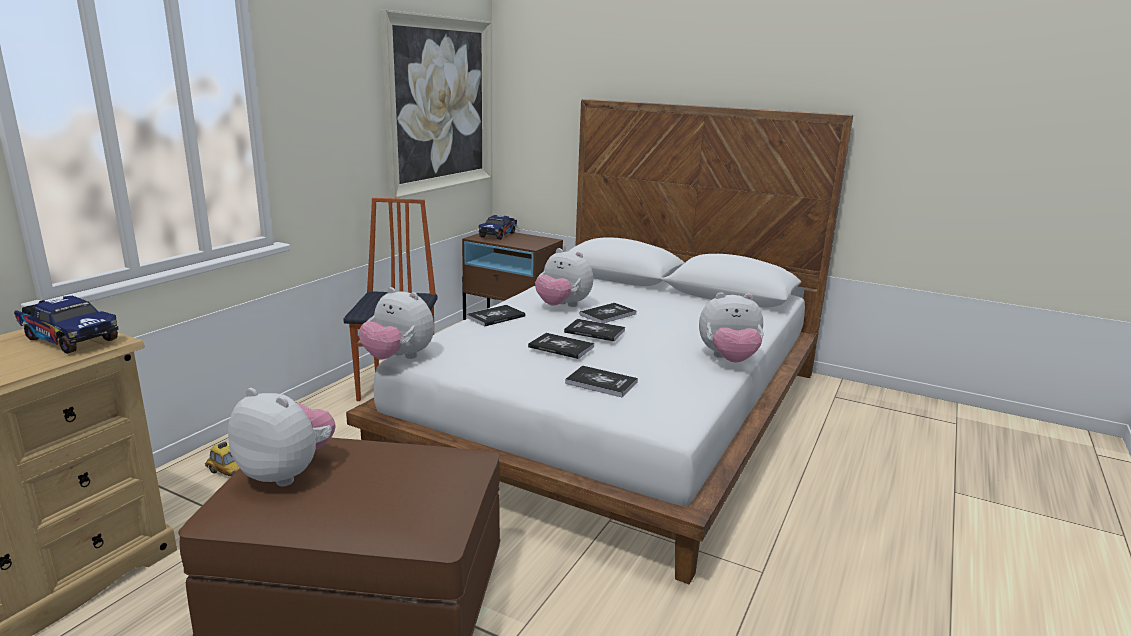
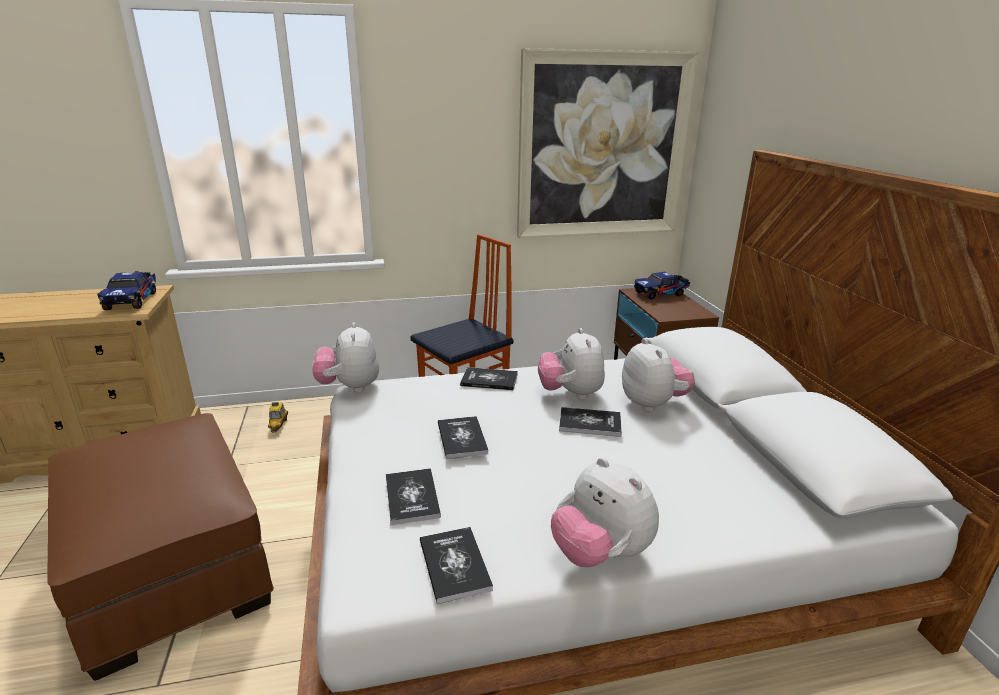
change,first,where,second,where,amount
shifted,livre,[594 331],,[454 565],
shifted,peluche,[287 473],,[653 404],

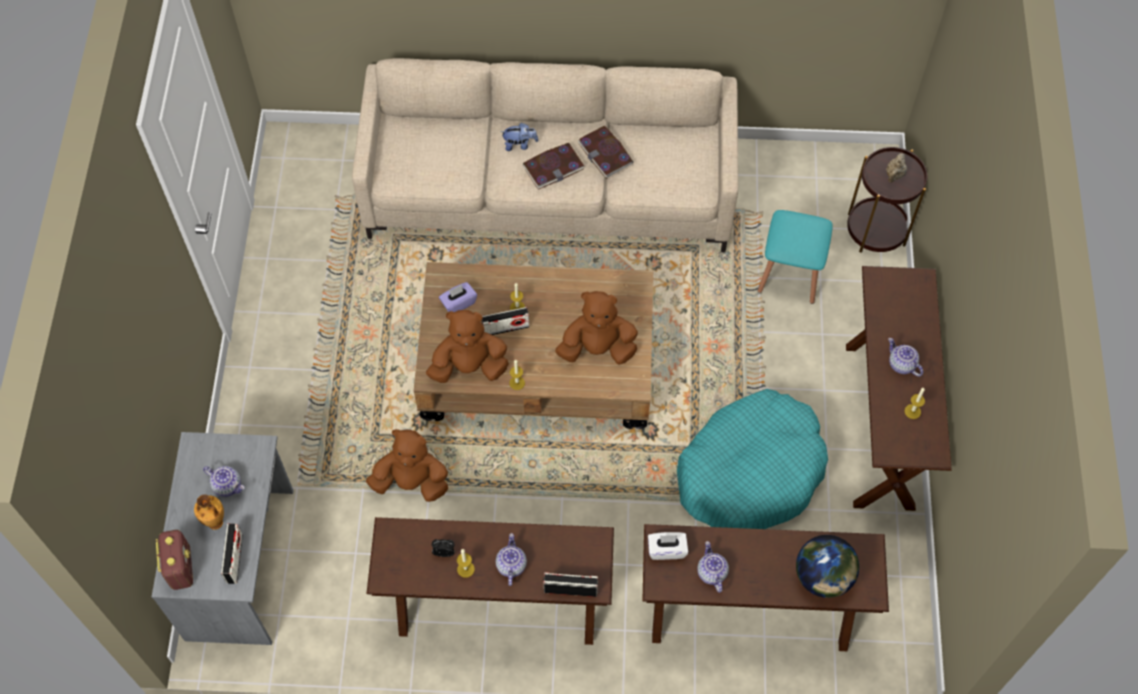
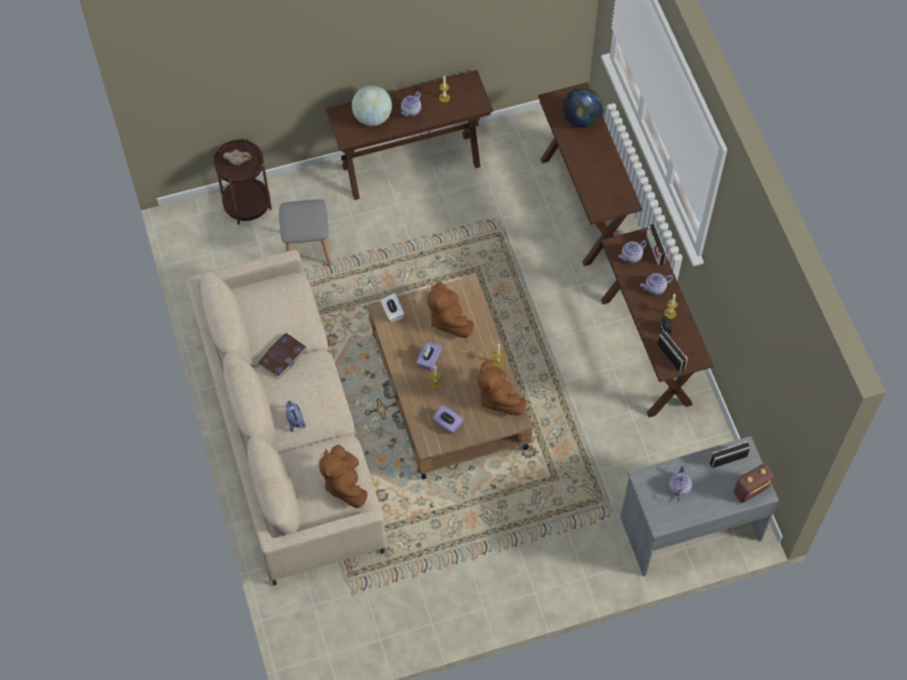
change,first,where,second,where,amount
repainted,tabouret [turquoise],[790 274],tabouret [gris],[307 248],
shifted,peluche [marron],[412 482],,[344 484],
new,,,globe,[372 117],
shifted,boîte à mouchoirs [blanc],[666 550],,[392 312],
new,,,boîte à mouchoirs [violet],[429 360],
shifted,théière,[711 572],,[631 256],
shifted,radio,[505 328],,[671 356],
gone,vase,[216 523],,,
gone,livre,[553 167],,,
gone,panier pour chien [turquoise],[750 471],,,

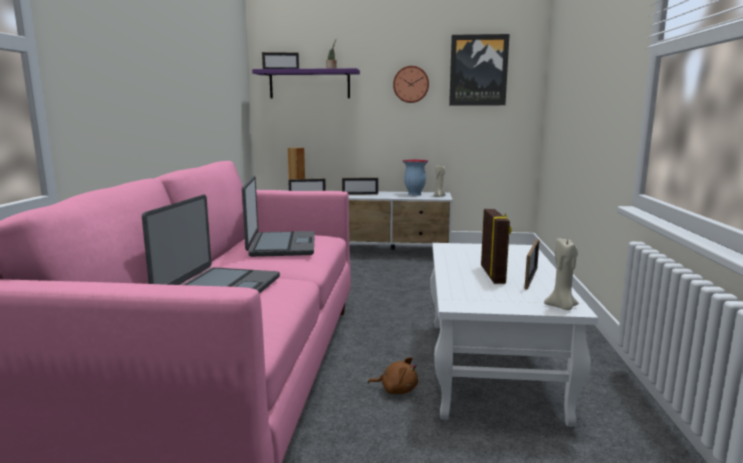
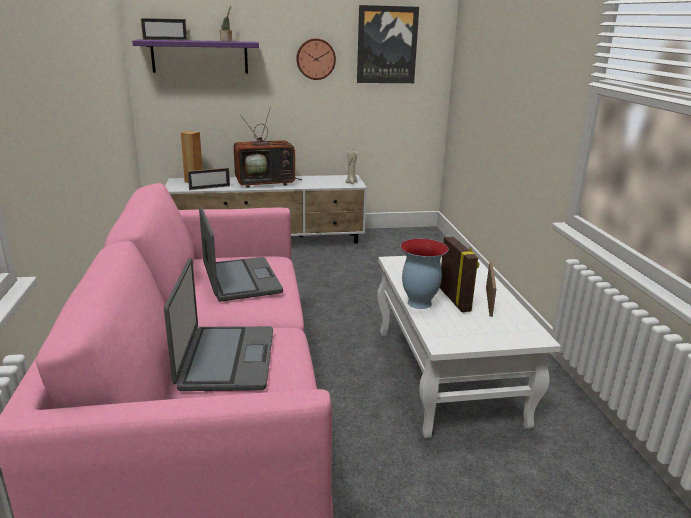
change,first,where,second,where,amount
swapped,cadre photo,[360 194],téléviseur,[266 182],
shifted,vase,[414 194],,[419 303],
gone,peluche [marron],[396 389],,,
gone,bougie [beige],[561 307],,,

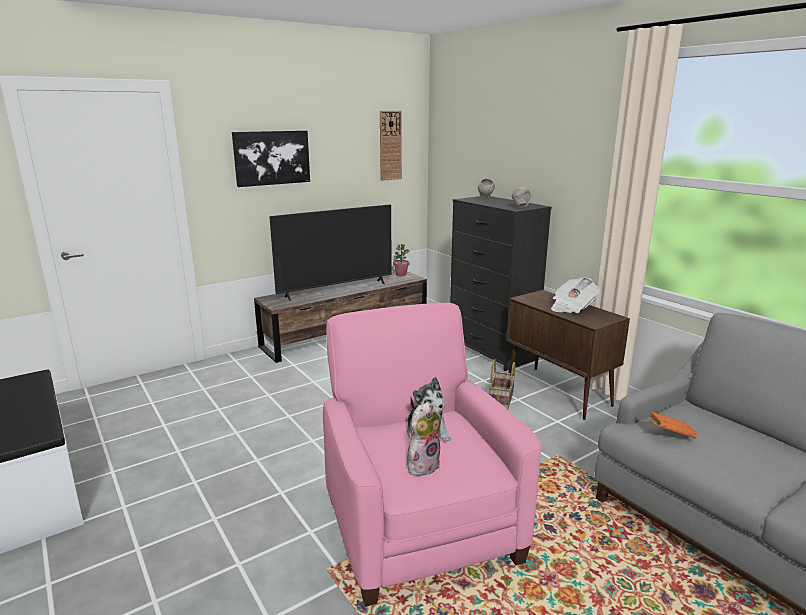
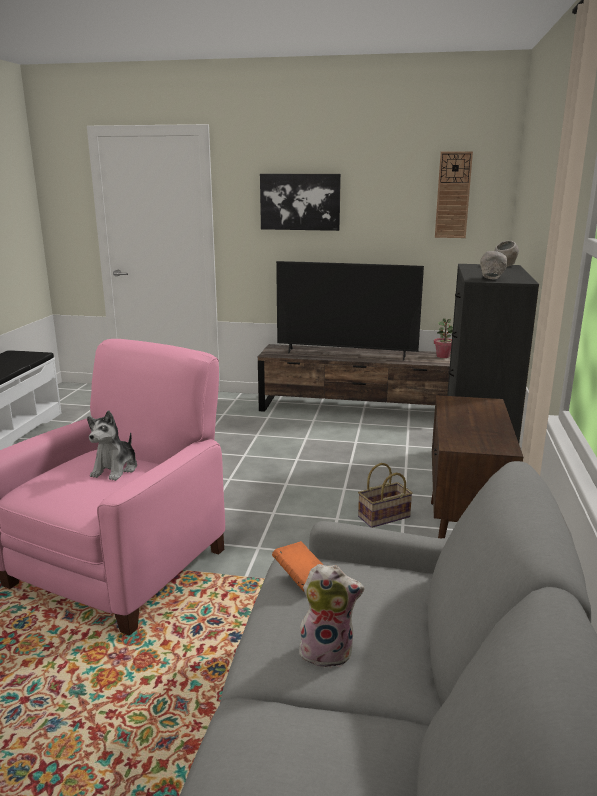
change,first,where,second,where,amount
shifted,peluche,[423 465],,[328 651],
gone,journal,[572 307],,,

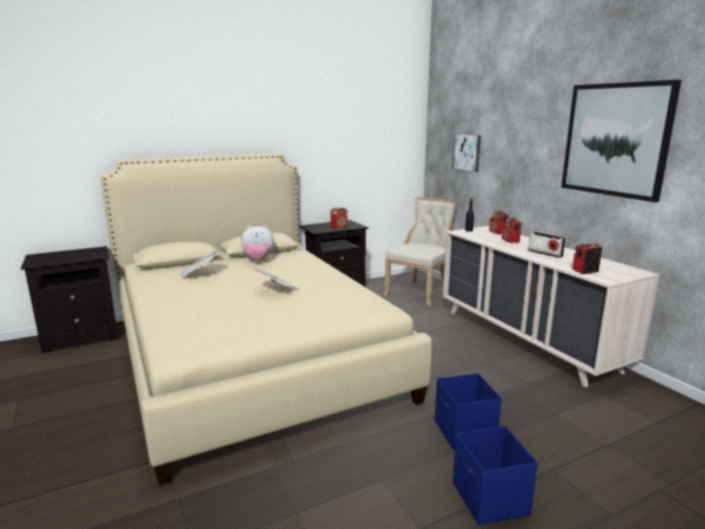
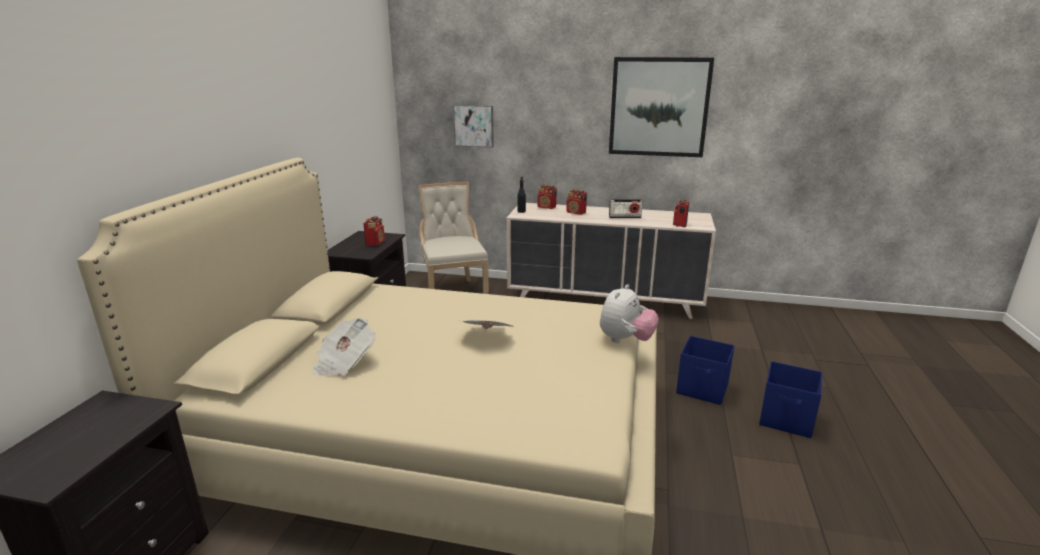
change,first,where,second,where,amount
shifted,peluche,[258 260],,[625 340],

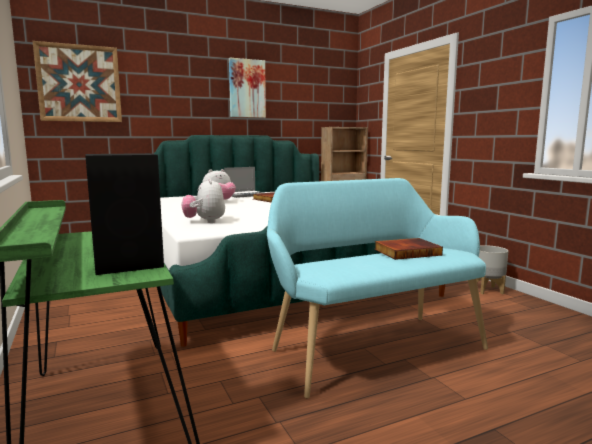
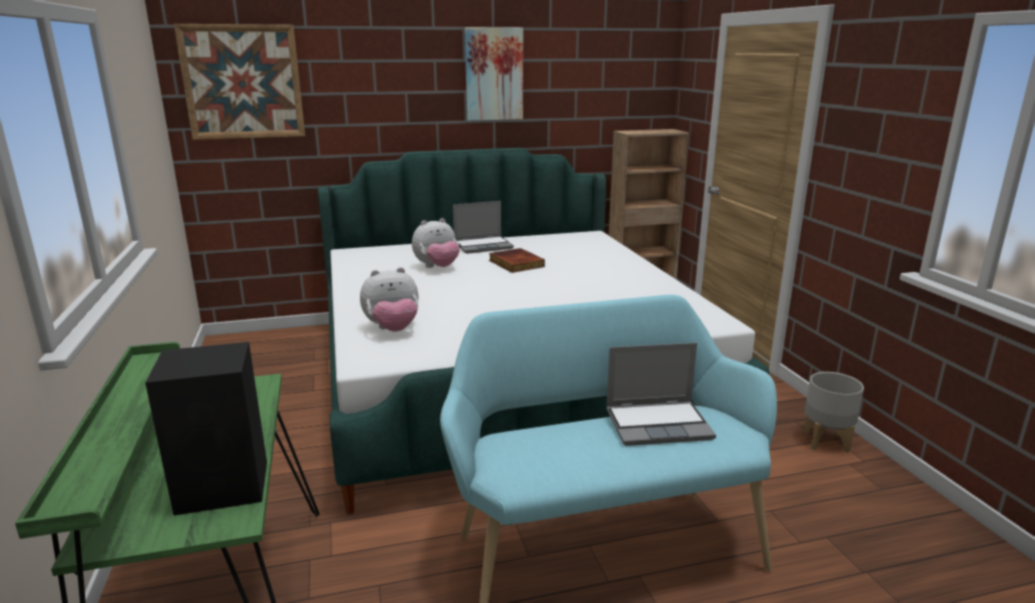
change,first,where,second,where,amount
rotated,peluche,[204 222],,[393 329],105 degrees counterclockwise
swapped,livre,[407 252],ordinateur portable,[659 424],

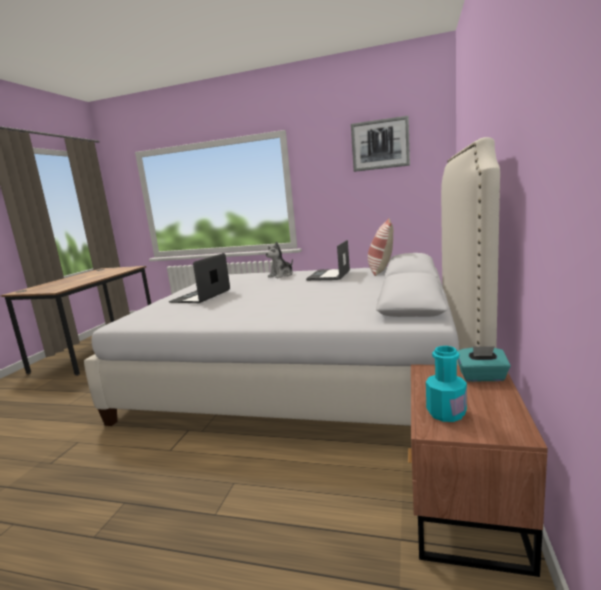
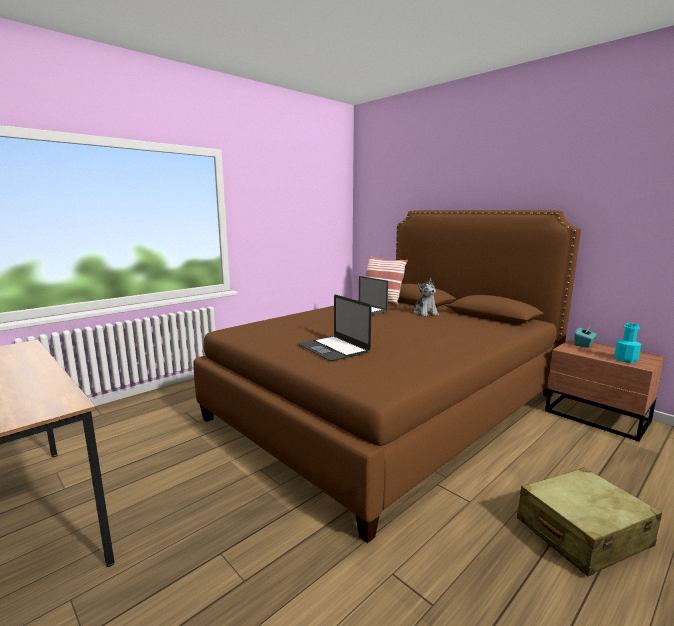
change,first,where,second,where,amount
repainted,lit [blanc],[306 375],lit [marron],[388 406],
shifted,peluche,[281 275],,[425 313],
new,,,valise [beige],[582 533],
gone,tableau,[380 144],,,

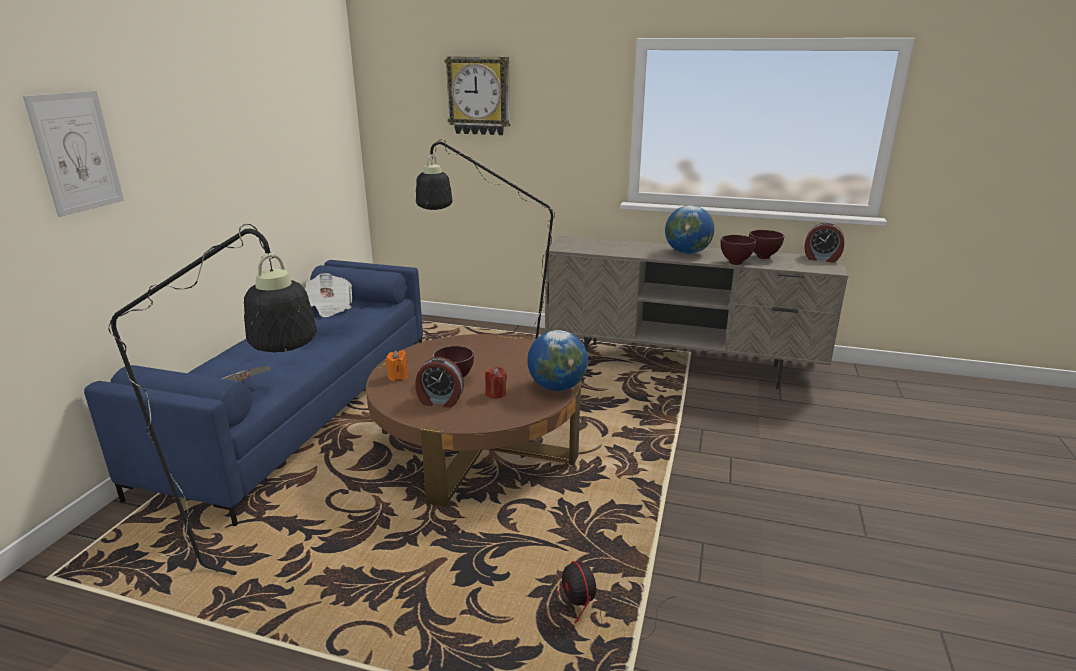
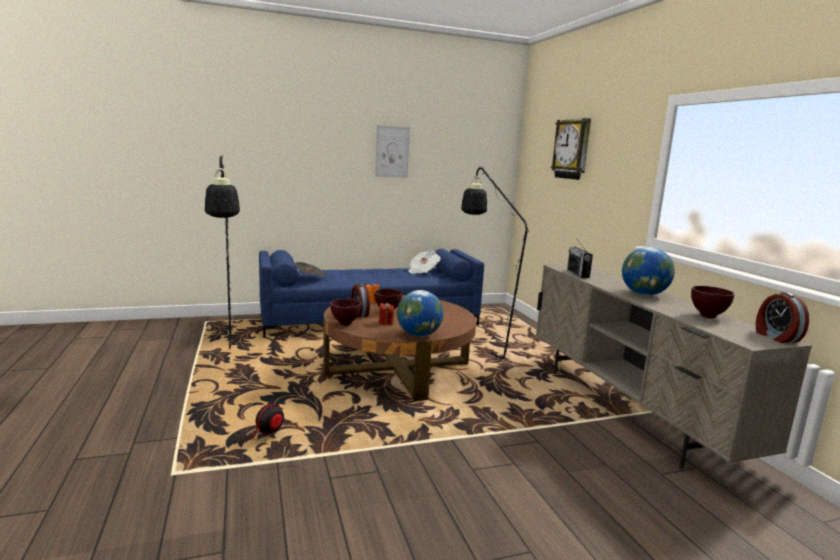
change,first,where,second,where,amount
shifted,bol [marron],[736 263],,[346 324],
shifted,tableau,[76 152],,[392 152],
new,,,radio,[578 274],

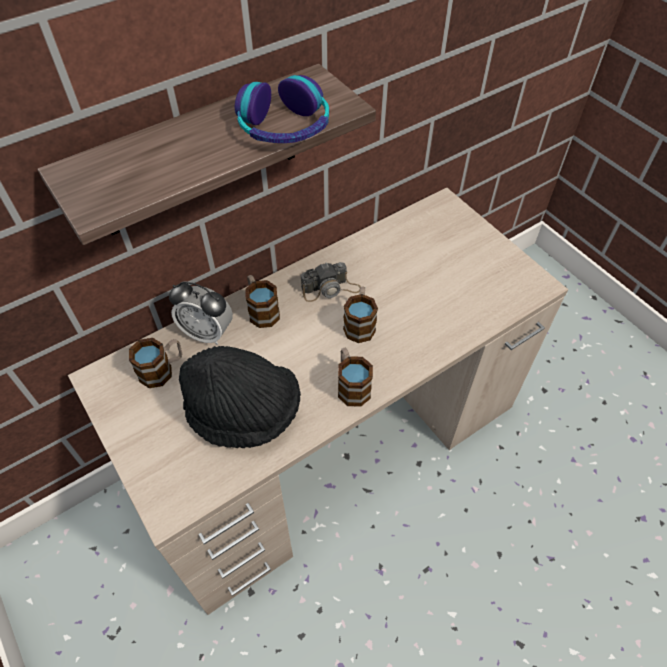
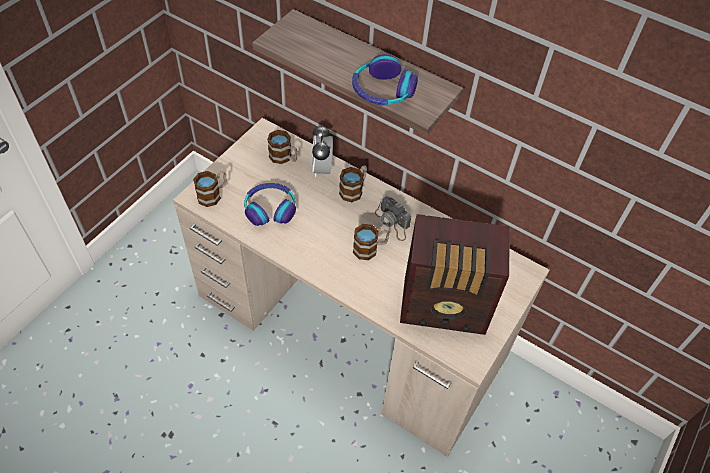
change,first,where,second,where,amount
shifted,mug,[351 385],,[213 194],
swapped,chapeau [noir],[244 413],casque audio,[270 209],
new,,,radio,[445 308],

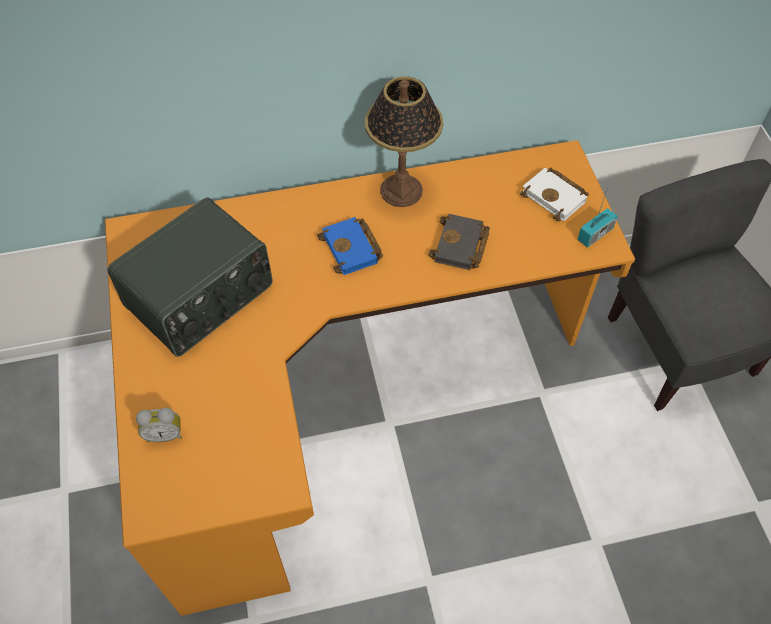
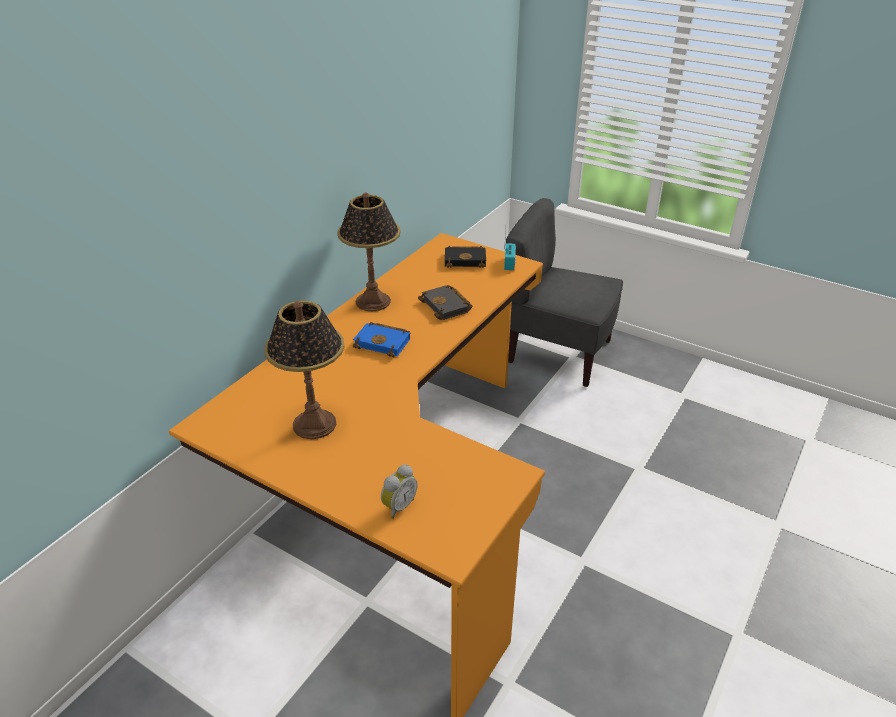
change,first,where,second,where,amount
swapped,radio,[201 297],lampe de table,[315 424],
repainted,livre [blanc],[556 197],livre [noir],[466 260],

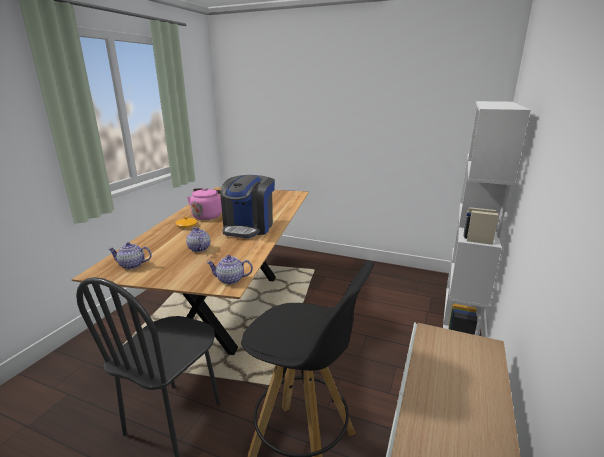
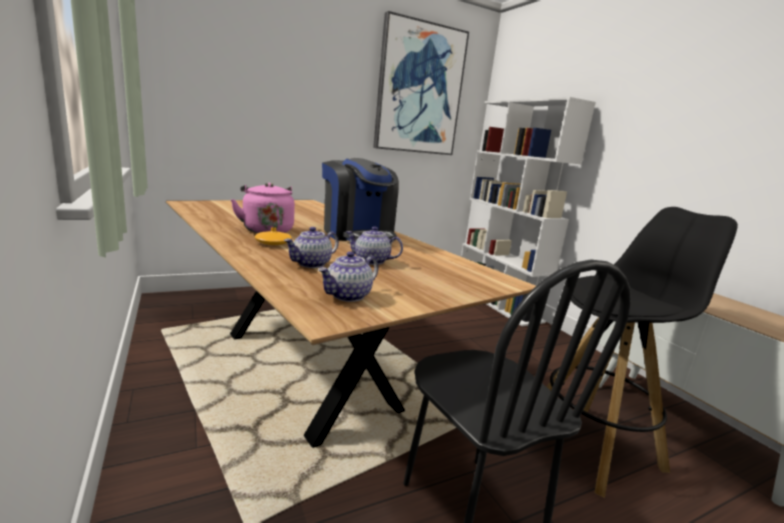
change,first,where,second,where,amount
shifted,théière,[230 280],,[311 264],
new,,,tableau,[419 90],

